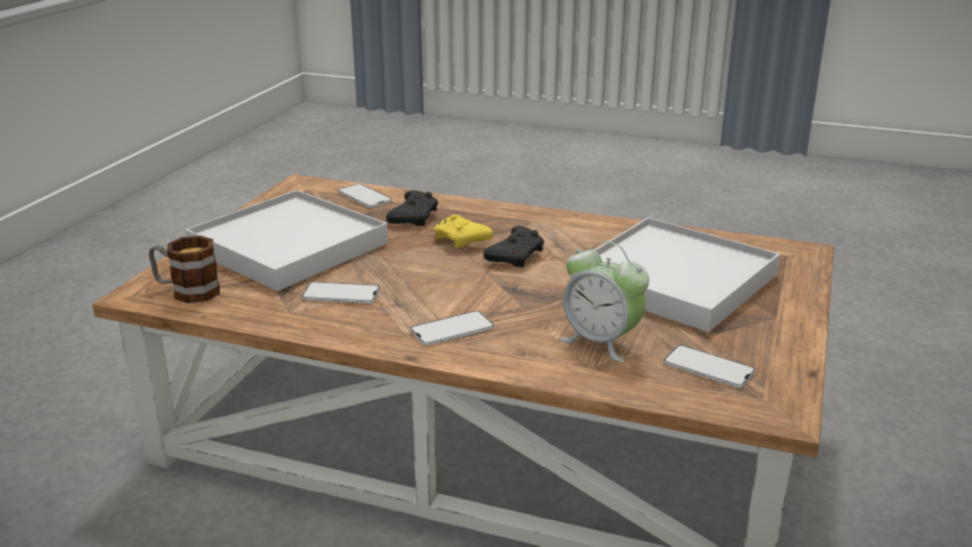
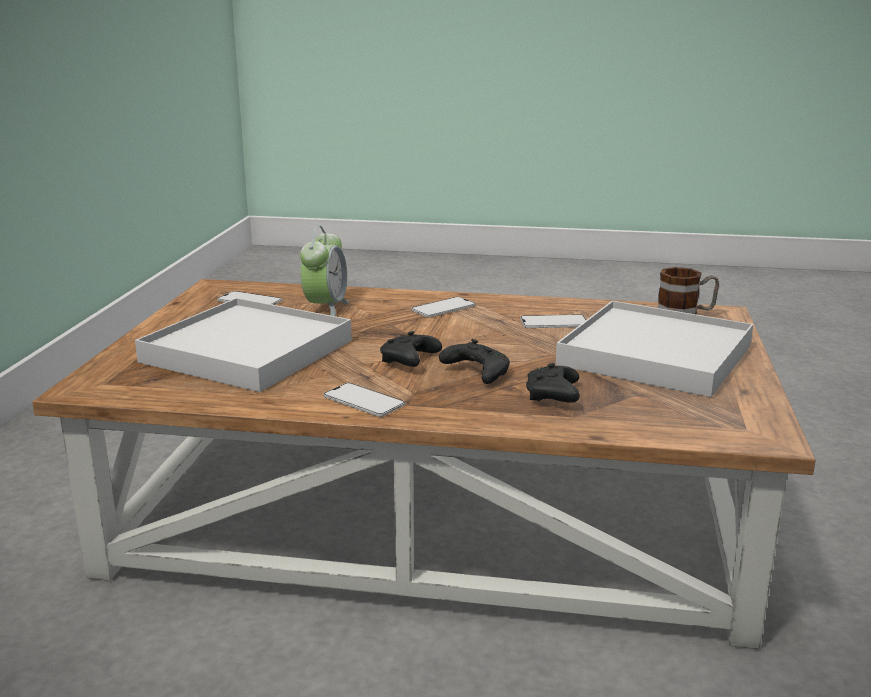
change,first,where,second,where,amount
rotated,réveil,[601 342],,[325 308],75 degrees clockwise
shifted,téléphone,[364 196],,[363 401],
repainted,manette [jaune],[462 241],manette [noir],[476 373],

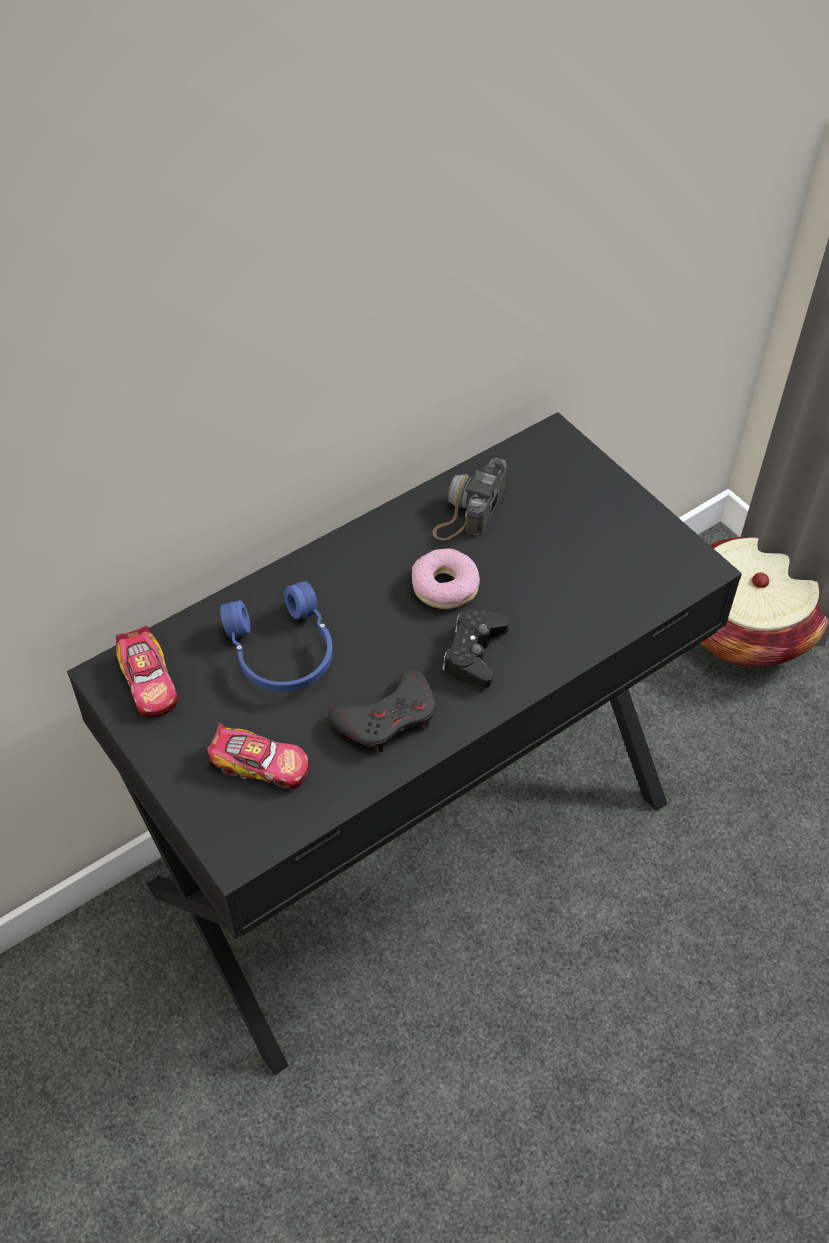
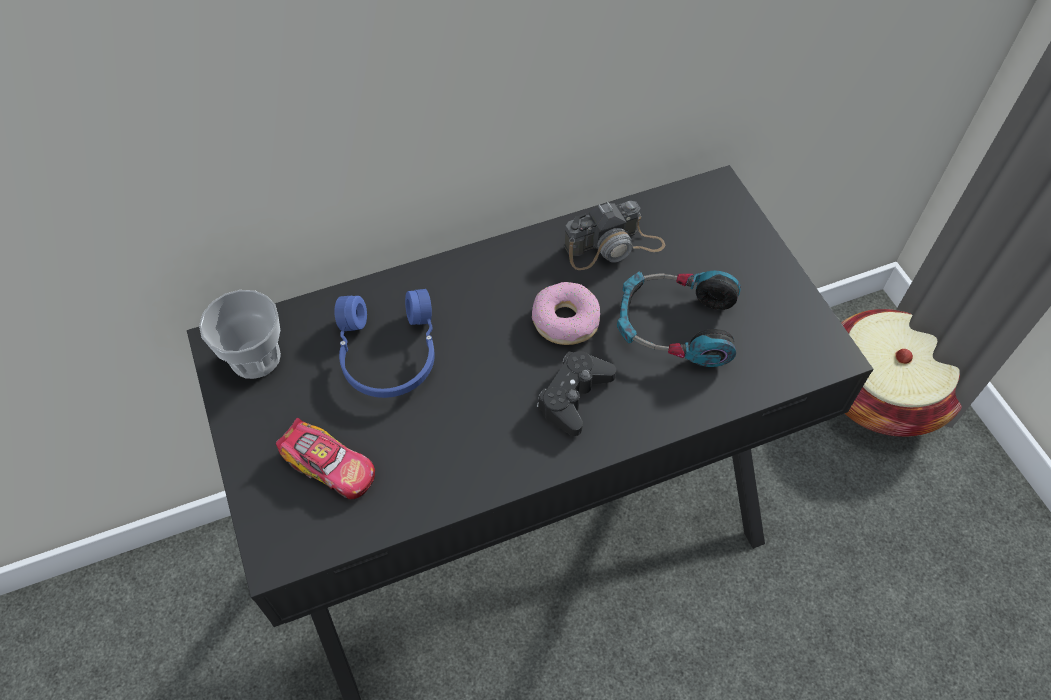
change,first,where,second,where,amount
swapped,petite voiture,[148 682],tasse,[255 357],
rotated,appareil photo,[469 509],,[613 246],150 degrees counterclockwise
new,,,casque audio,[675 325],
gone,manette [gris],[387 717],,,

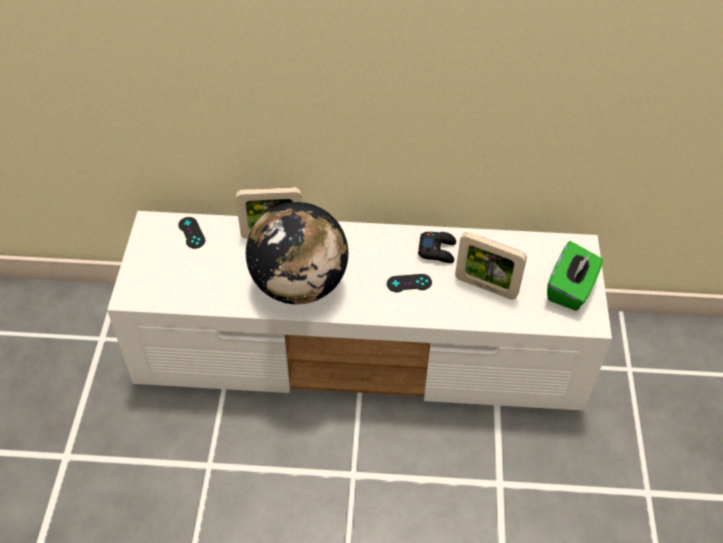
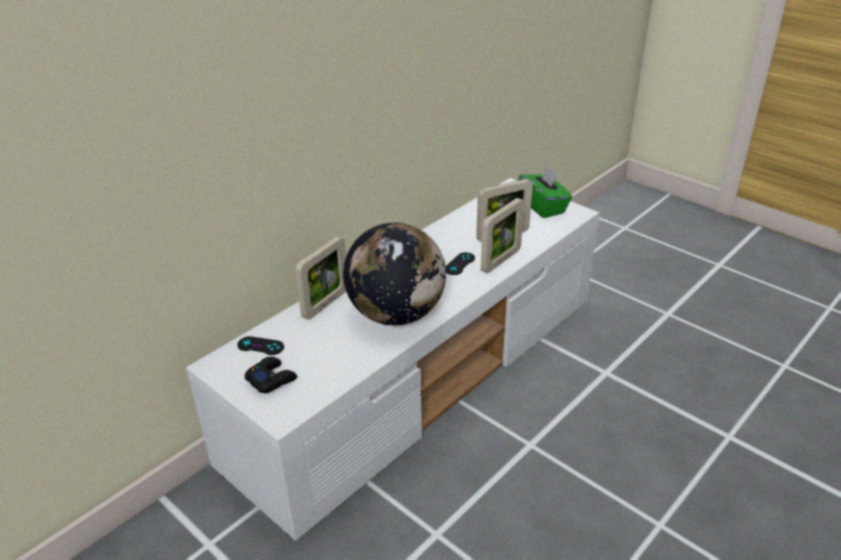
change,first,where,second,where,amount
shifted,manette [noir],[437 250],,[271 379],
new,,,cadre photo,[501 260],

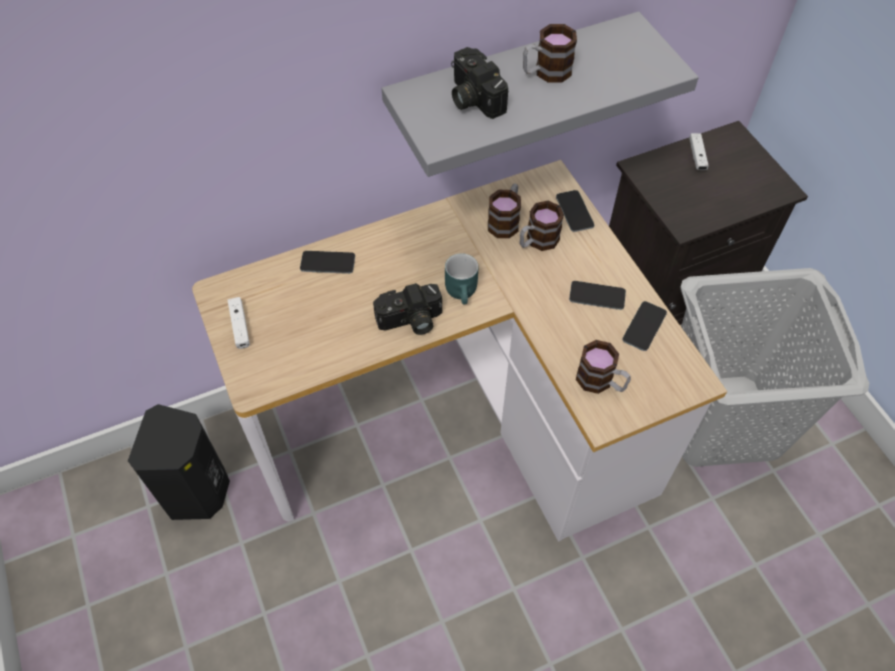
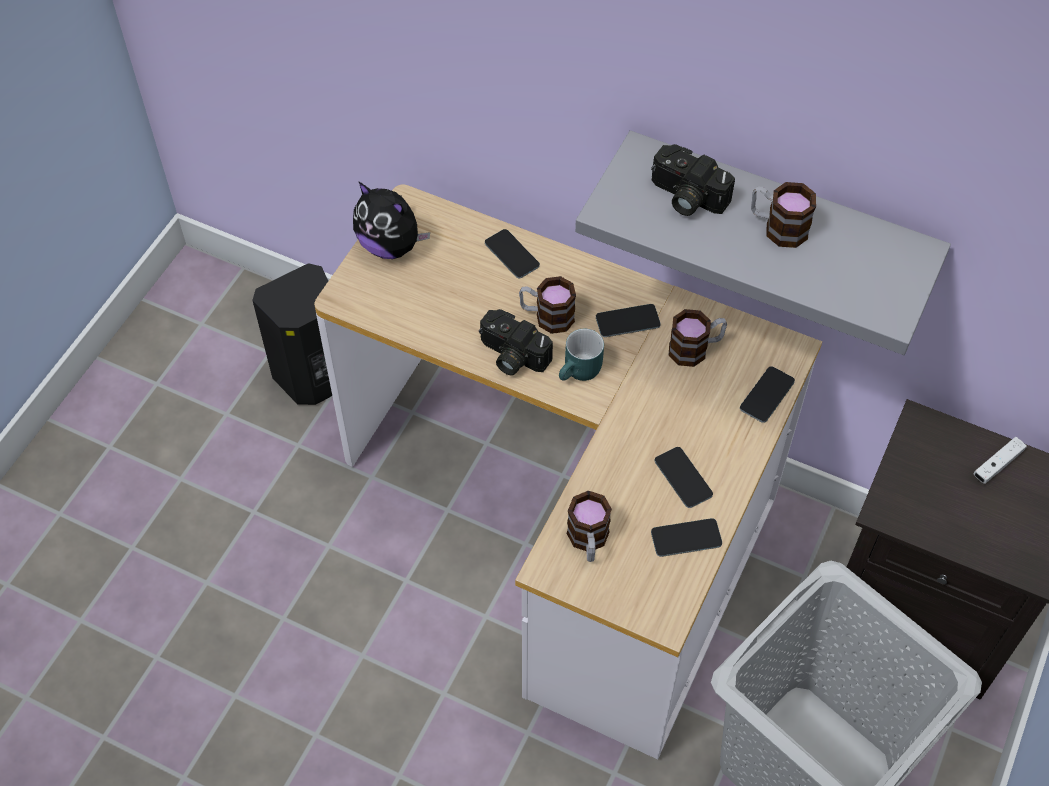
change,first,where,second,where,amount
swapped,manette [blanc],[240 326],peluche,[391 245],
shifted,mug,[537 241],,[547 316],
new,,,téléphone,[627 321],
rotated,appareil photo,[472 98],,[685 197],75 degrees counterclockwise

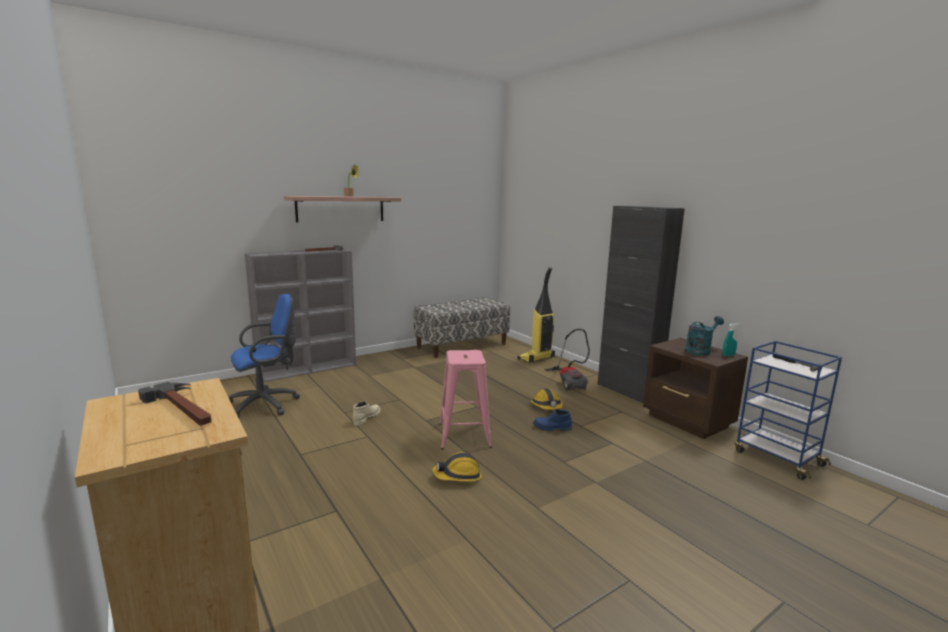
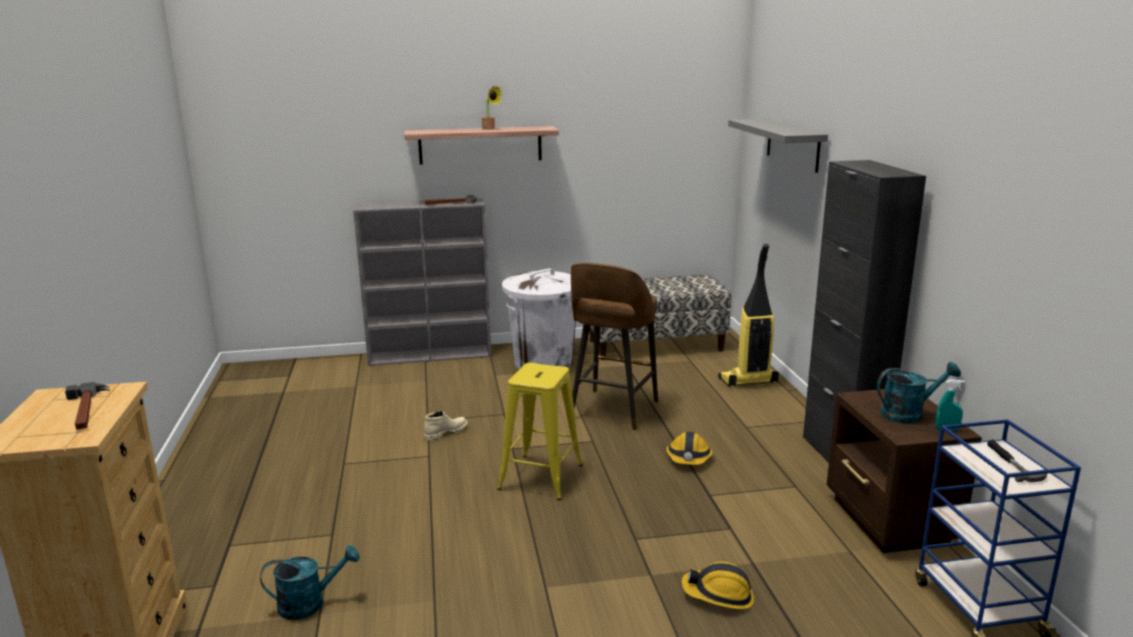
change,first,where,second,where,amount
new,,,arrosoir [turquoise],[310 603],
repainted,tabouret [rose],[464 435],tabouret [jaune],[541 477],
new,,,poubelle [blanc],[544 362],
new,,,tabouret [marron],[612 411],
shifted,casque de chantier,[458 476],,[718 595],
new,,,étagère [gris],[792 144],
gone,chaise de bureau [bleu],[267 404],,,
gone,botte [bleu],[552 428],,,
gone,aspirateur,[569 382],,,

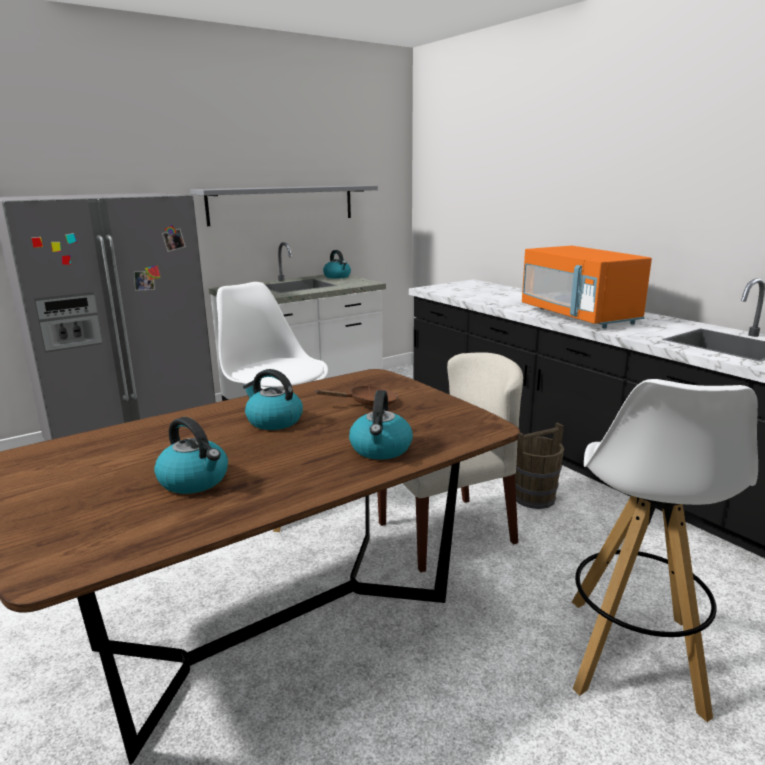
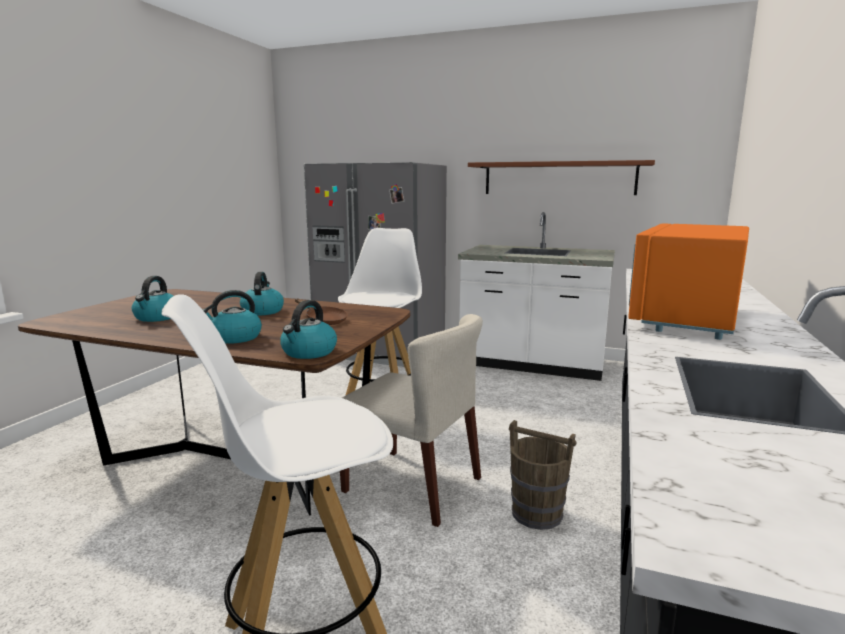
change,first,where,second,where,amount
shifted,bouilloire,[337 276],,[309 352],
repainted,étagère [gris],[282 204],étagère [marron],[558 178],

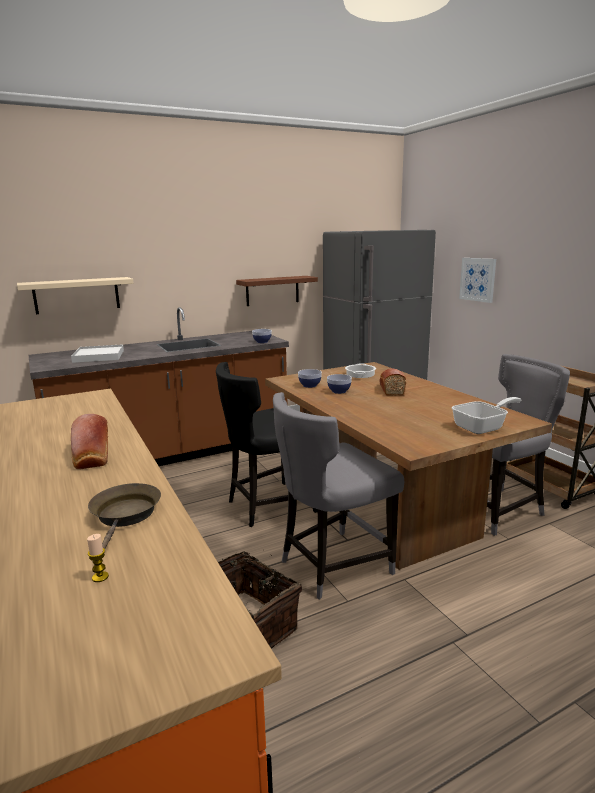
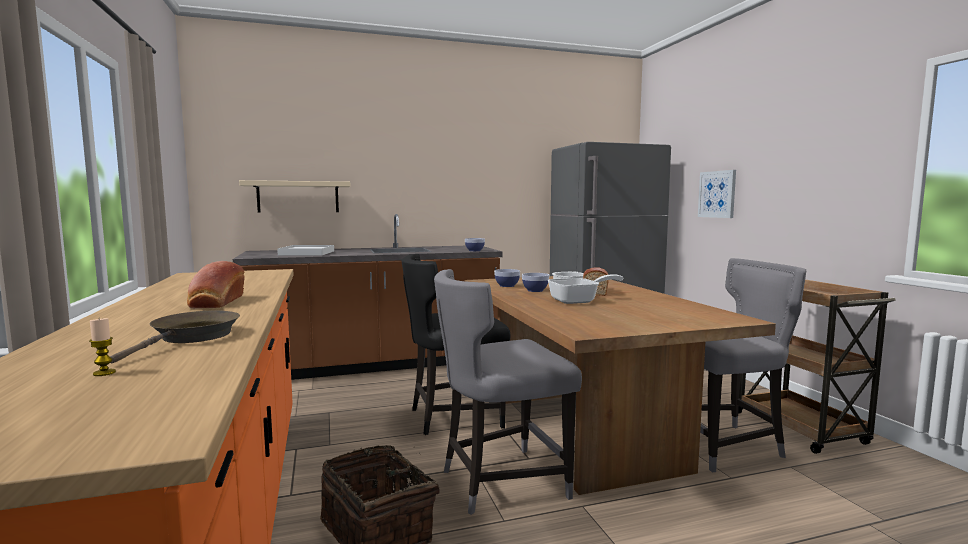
change,first,where,second,where,amount
shifted,poêle,[483 427],,[579 301],
gone,étagère [marron],[272 290],,,

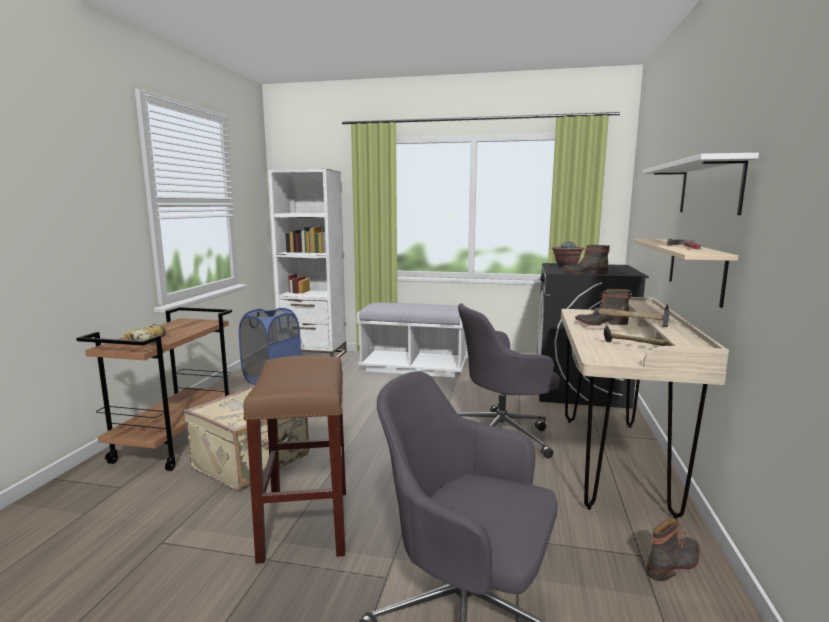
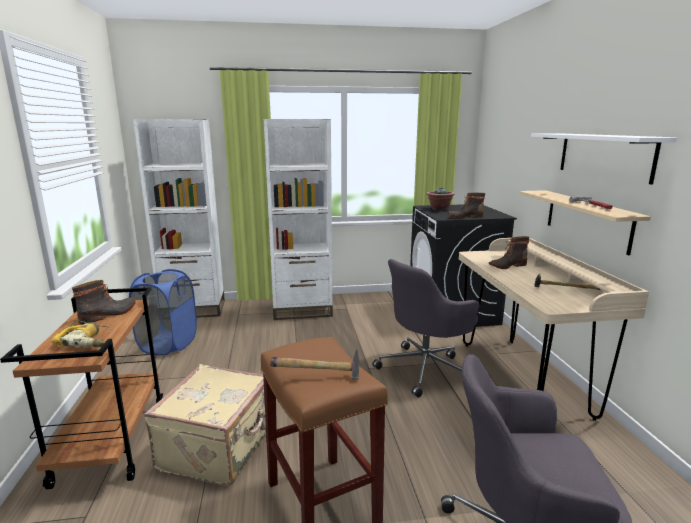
change,first,where,second,where,amount
shifted,botte,[674 563],,[109 314],
swapped,banc [blanc],[413 367],bibliothèque [blanc],[302 310],
shifted,marteau,[632 322],,[318 374],

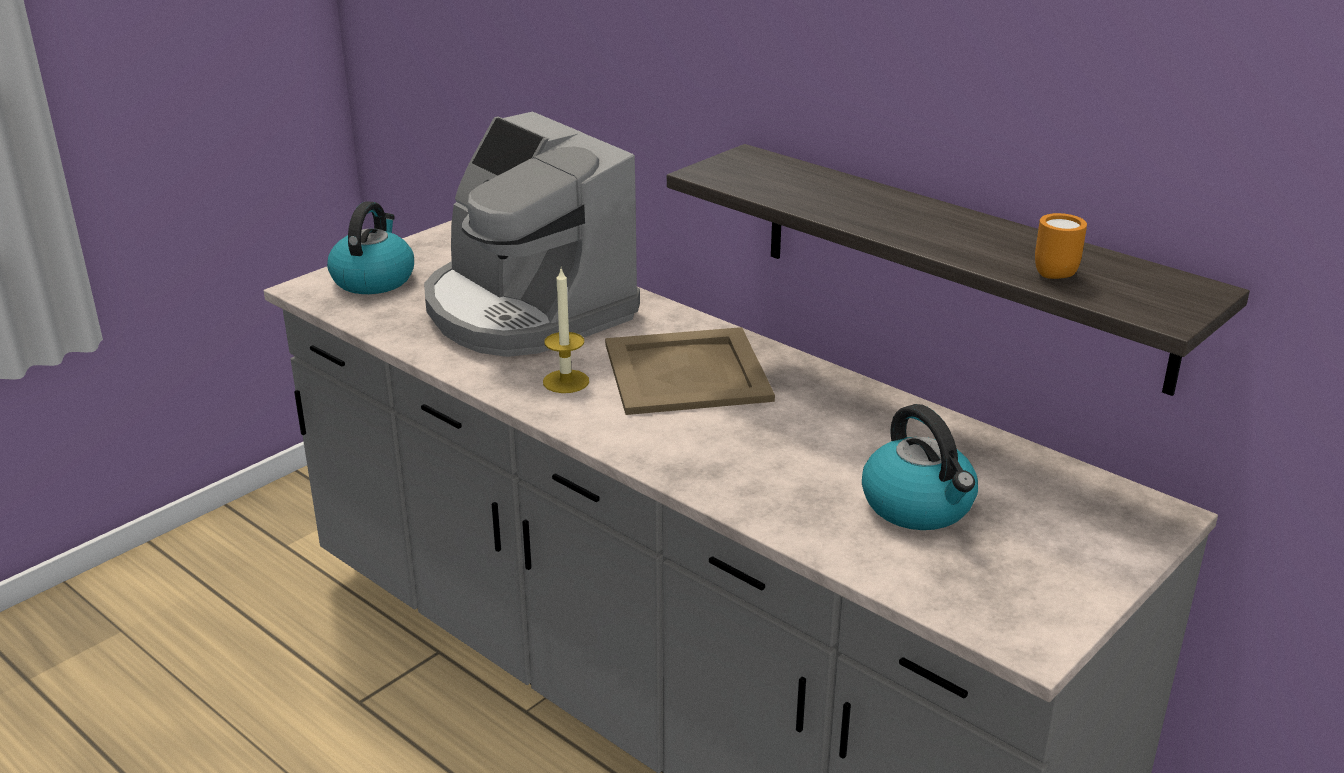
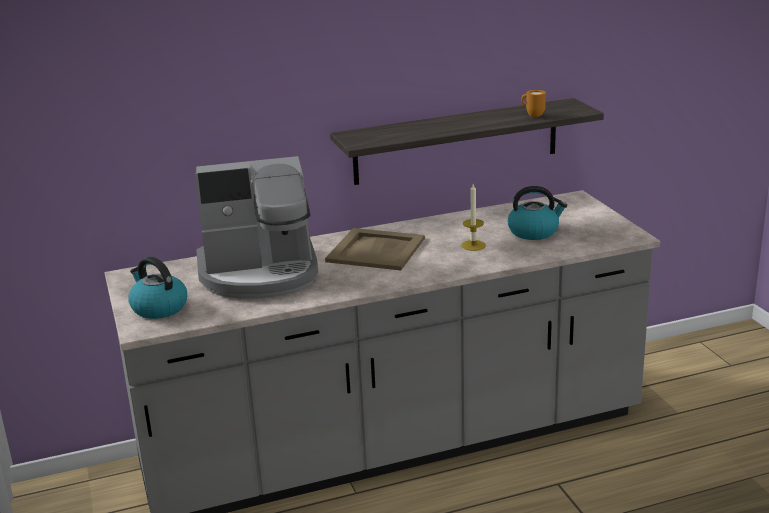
change,first,where,second,where,amount
shifted,bougie,[566 381],,[473 245],

